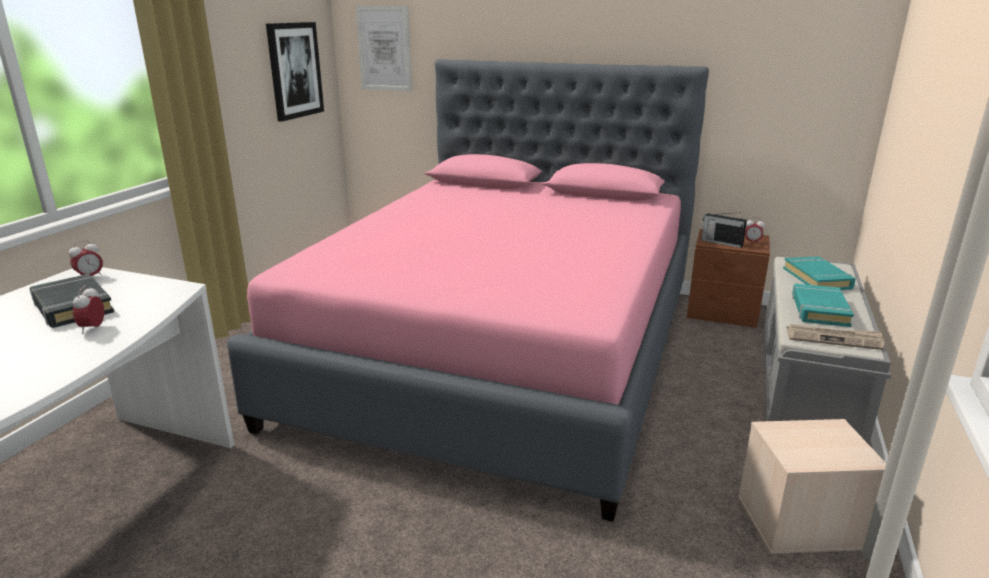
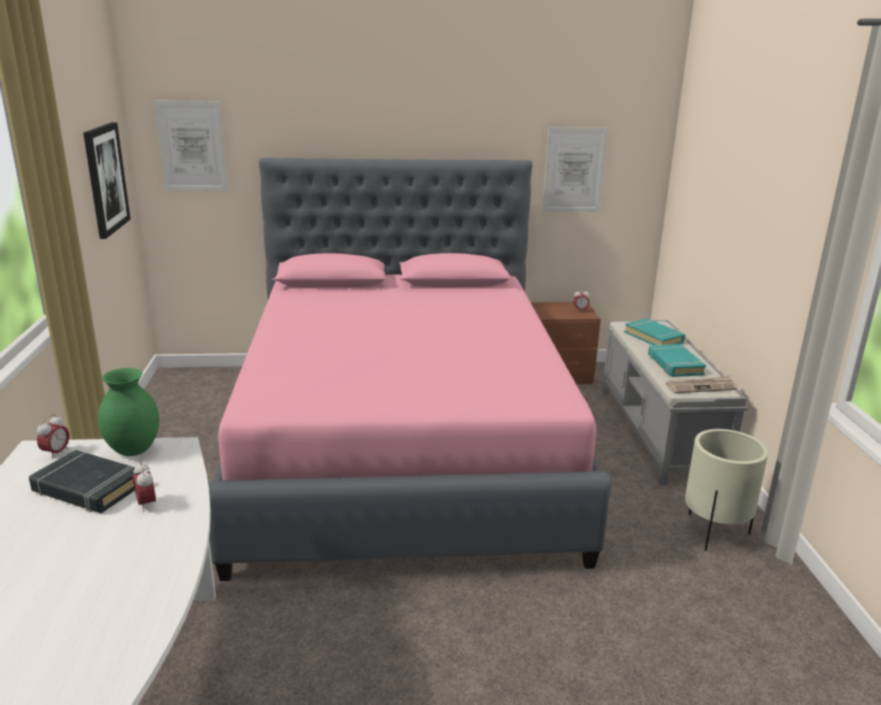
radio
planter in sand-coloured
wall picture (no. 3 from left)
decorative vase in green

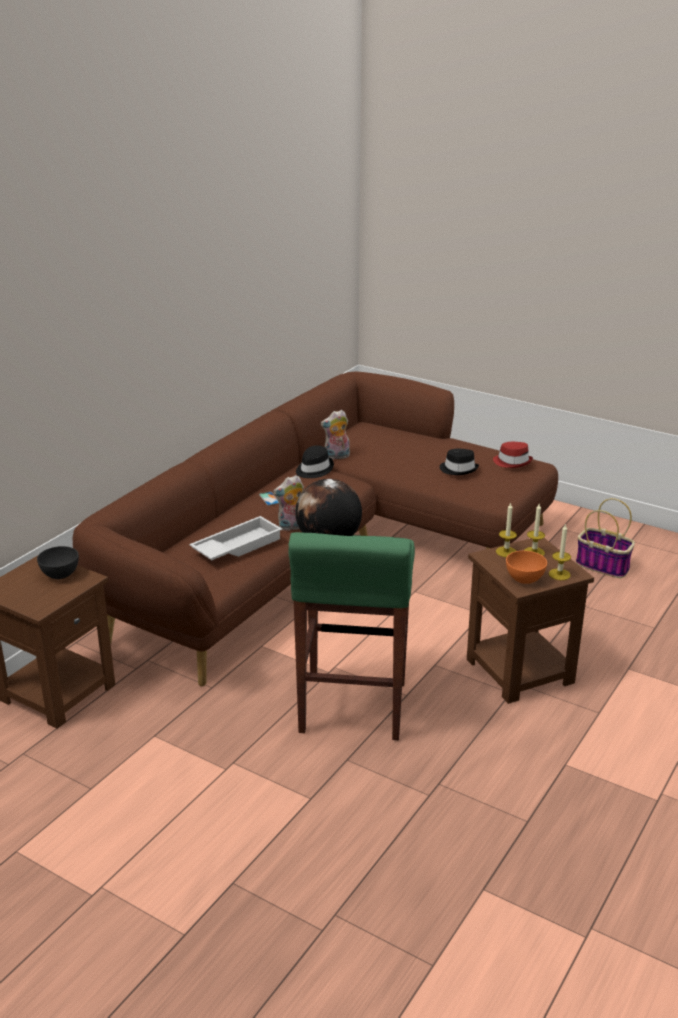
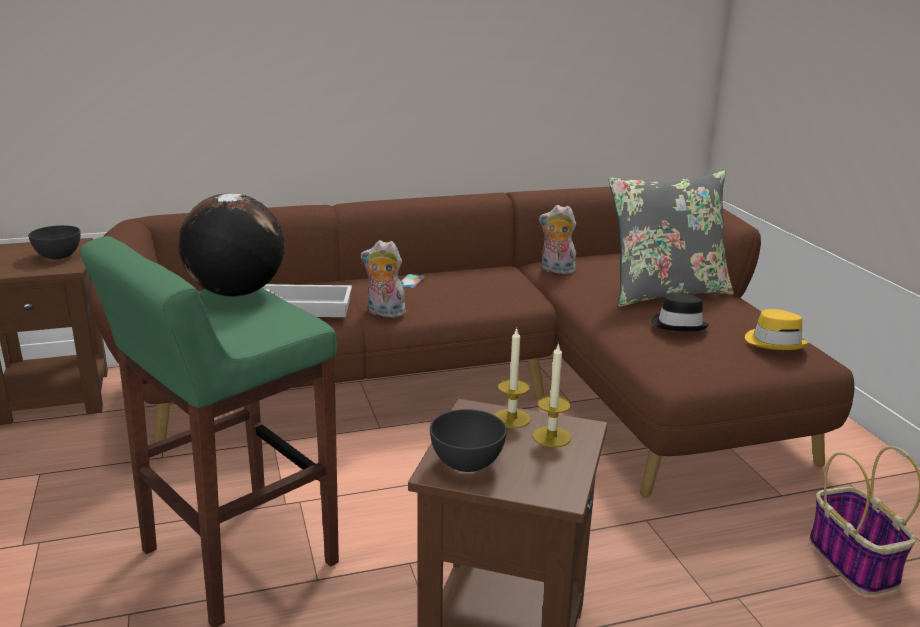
clothing hat in yellow
clothing hat in blackish (no. 1 from left in the first image)
wax light (no. 3 from left in the first image)
bowl in grey (no. 2 from left)
throw pillow in grey

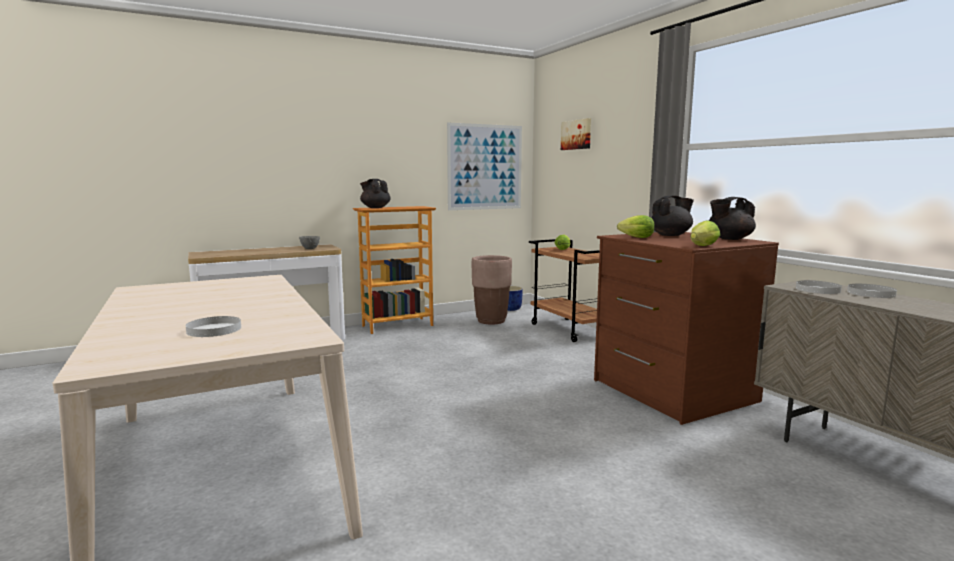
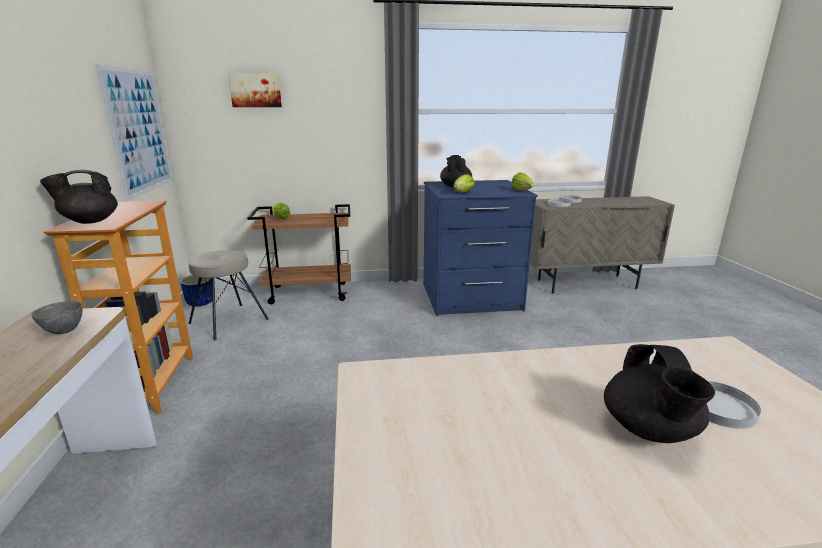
teapot in blackish (no. 3 from left)
chest of drawers in blue
stool seat in sand-coloured

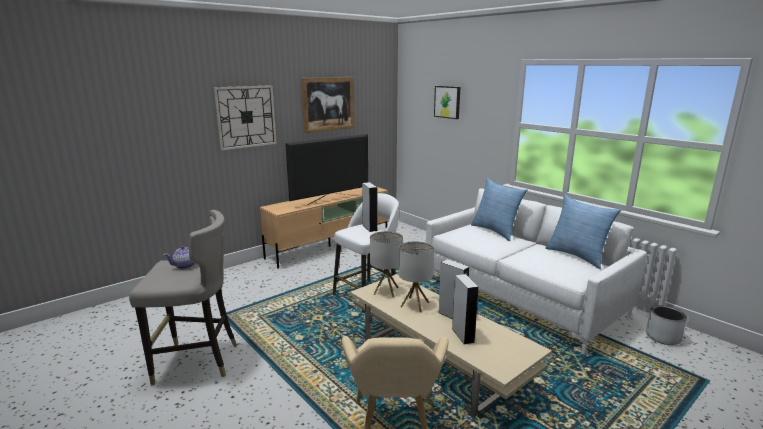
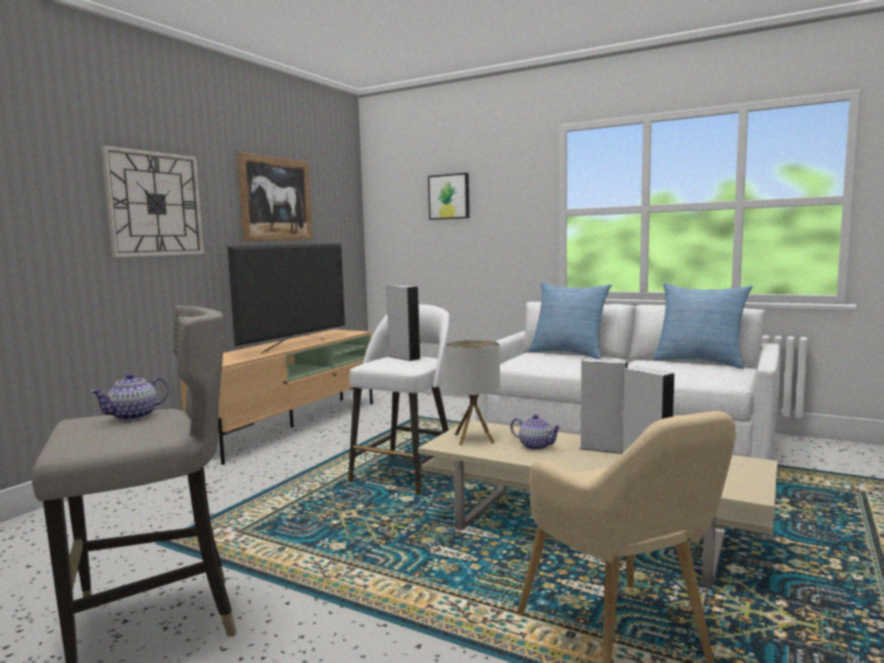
teapot (no. 2 from left)
planter in grey

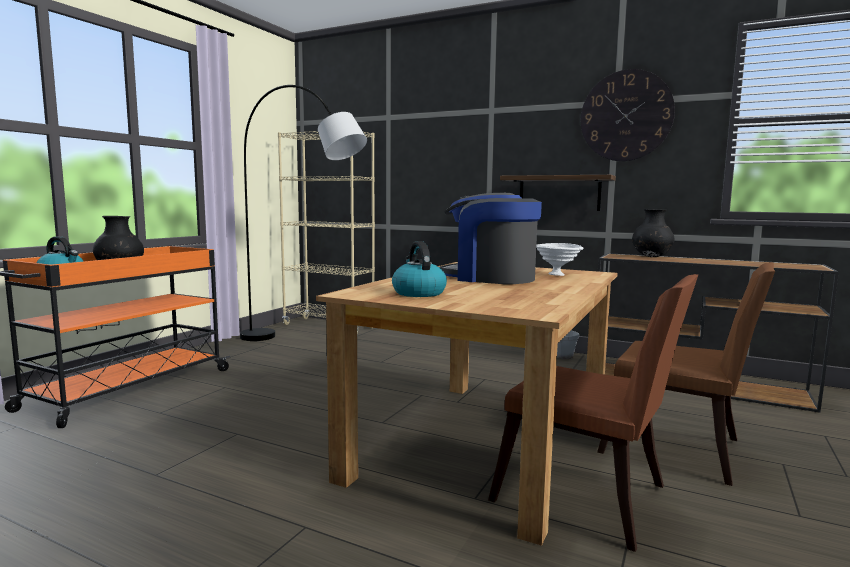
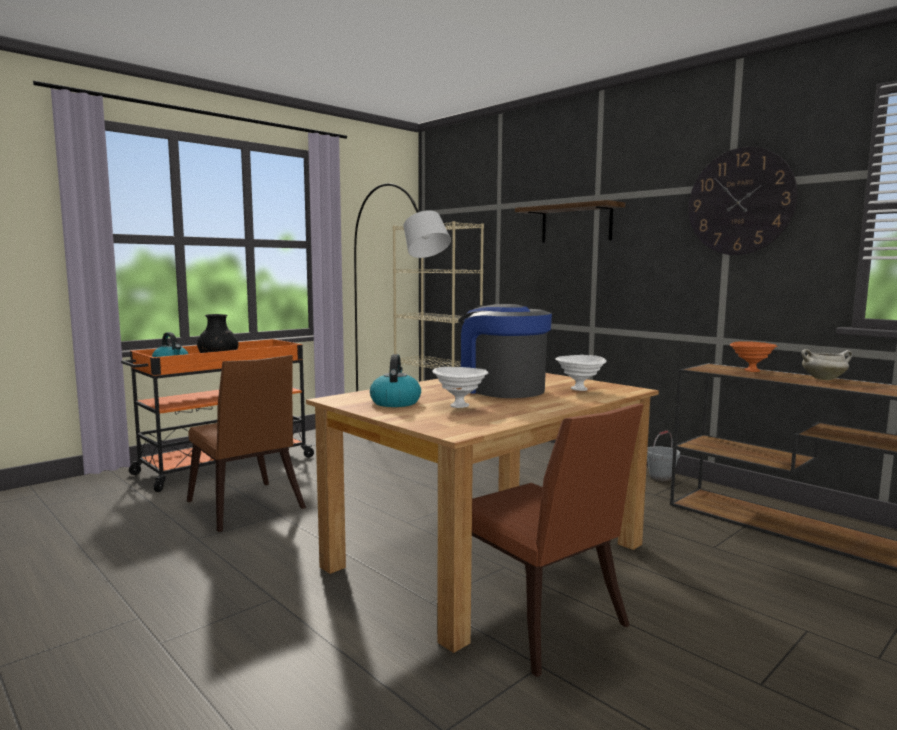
bracket shelf
bowl in orange
chair in brownish (no. 1 from left)
cooking pot in whitish
bowl in whitish (no. 1 from left)

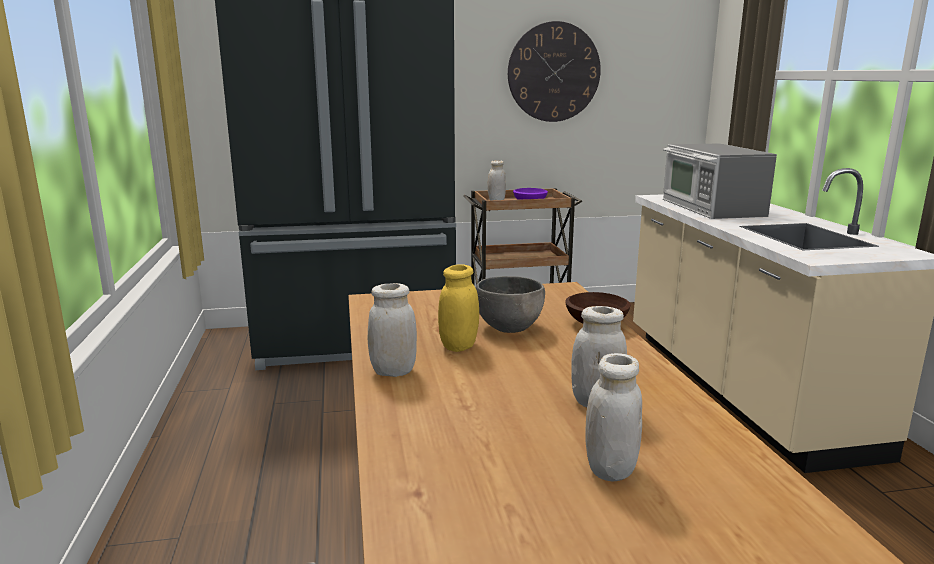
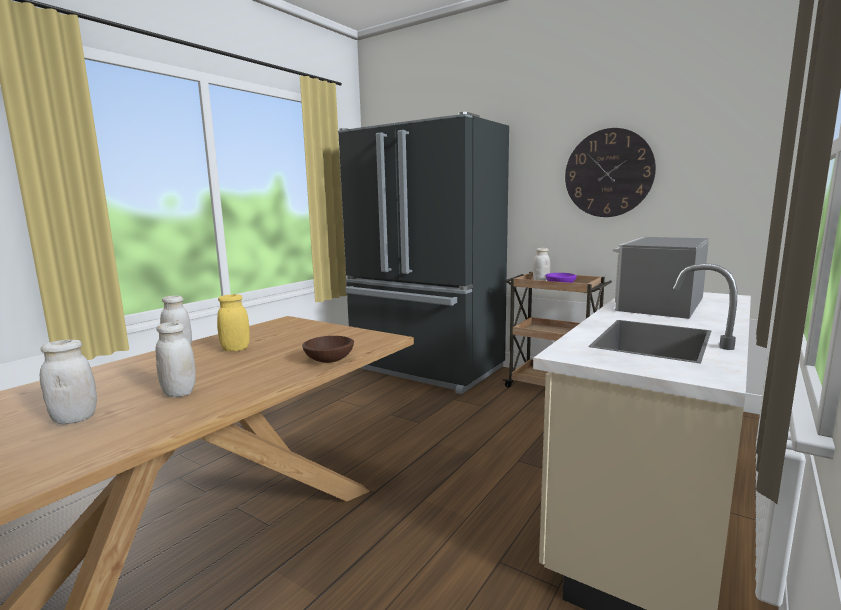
bowl in grey

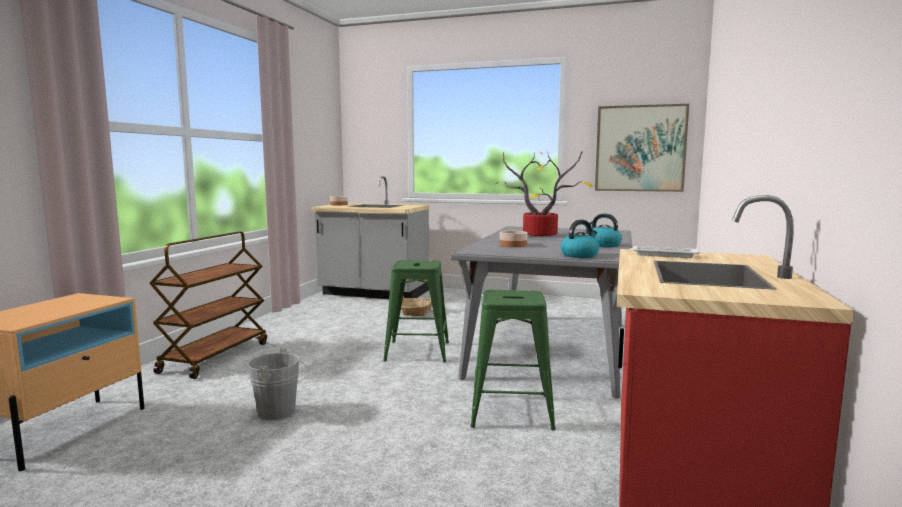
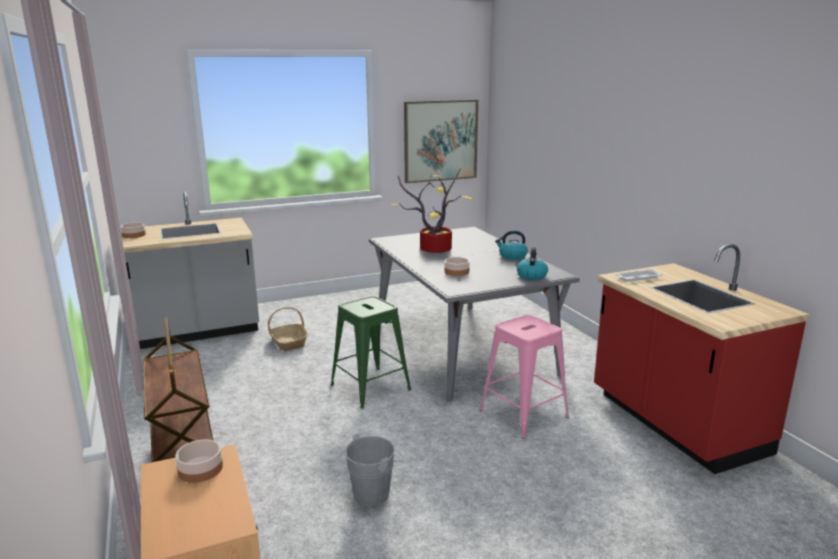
stool seat in pink-coloured
bowl (no. 2 from left)

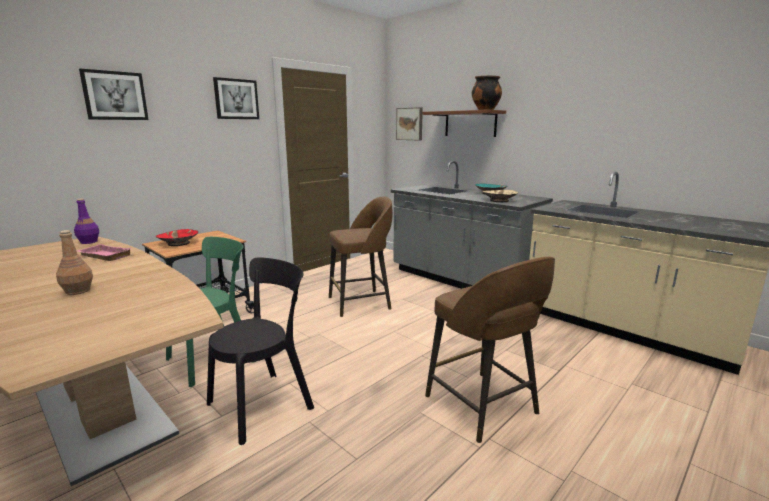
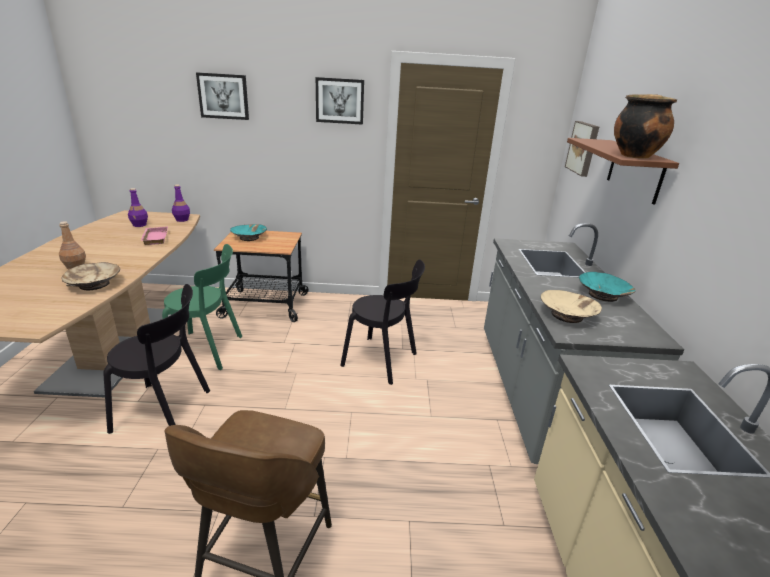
chair in blackish (no. 2 from left)
bowl in turquoise (no. 1 from left)
bottle in purple-coloured (no. 1 from left)
bowl in sand-coloured (no. 1 from left)

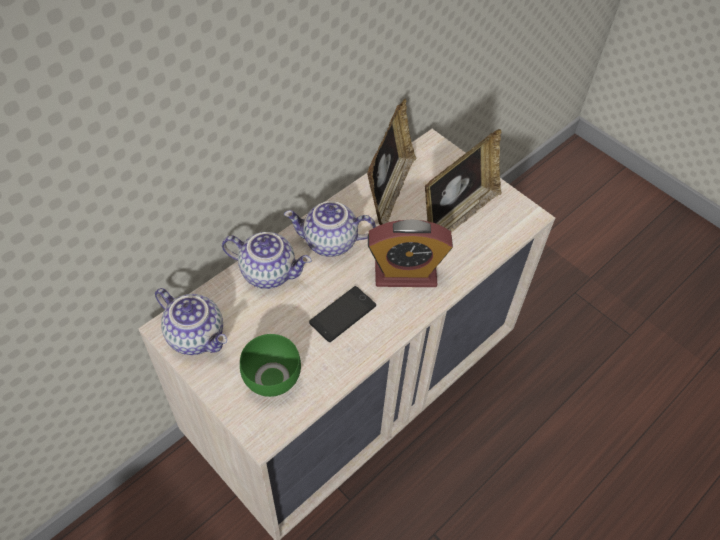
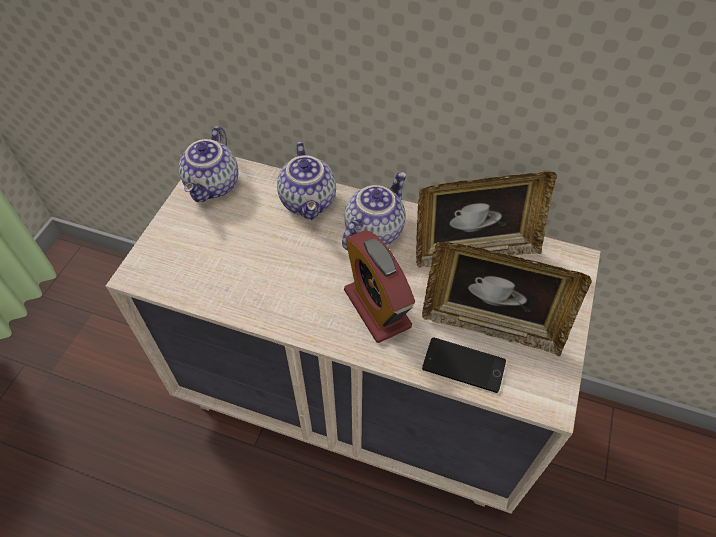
teapot (no. 3 from left)
handset
bowl in green

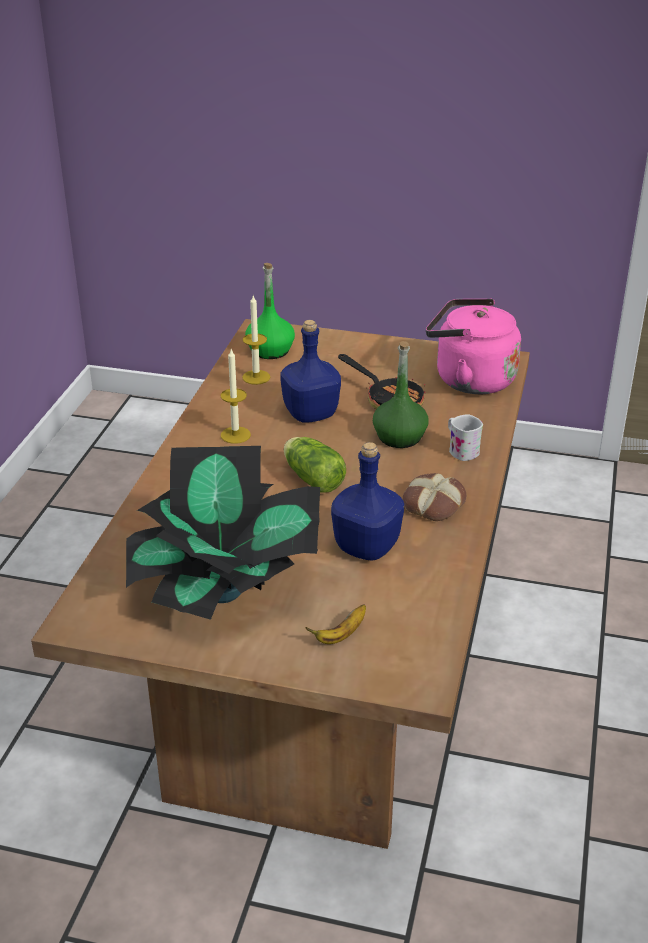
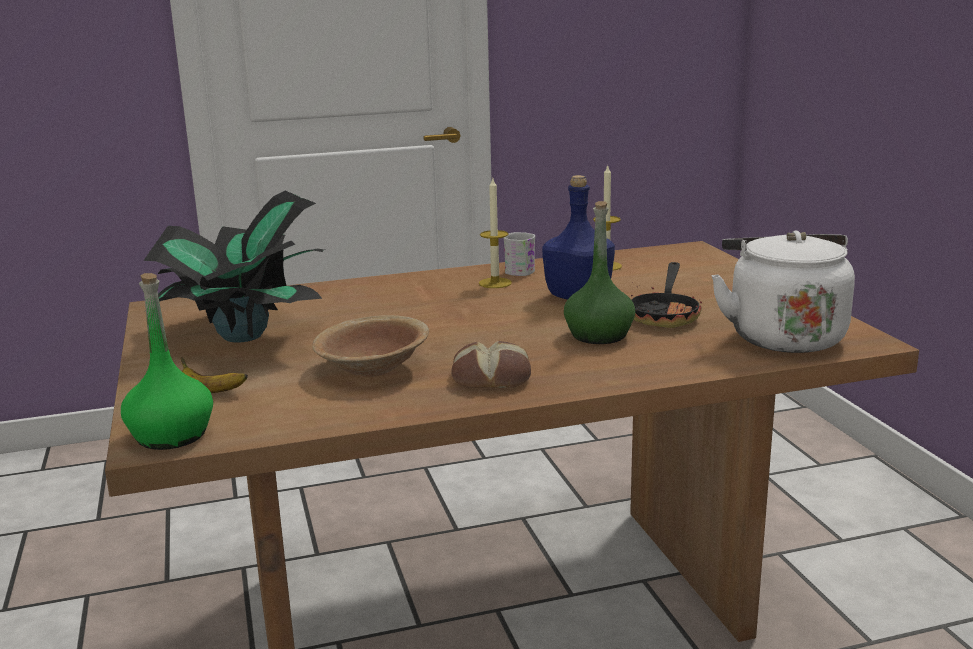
bottle in green (no. 1 from left)
tea kettle in whitish
coffee mug in whitish
head of lettuce
bowl in brownish

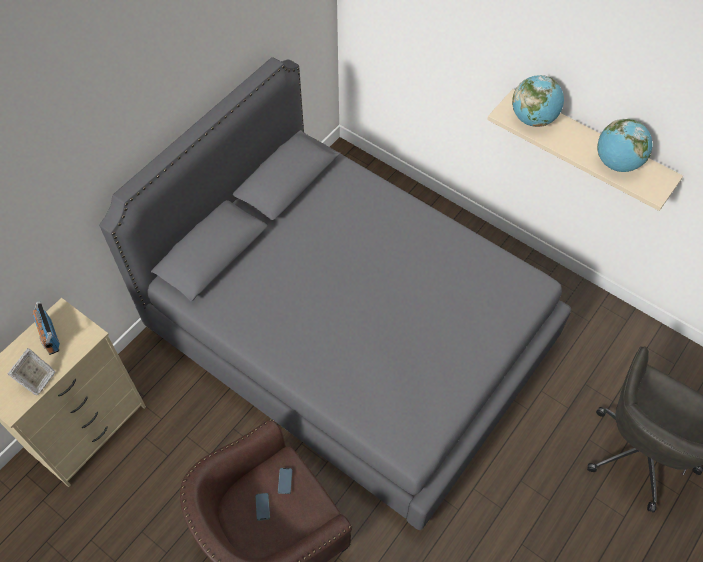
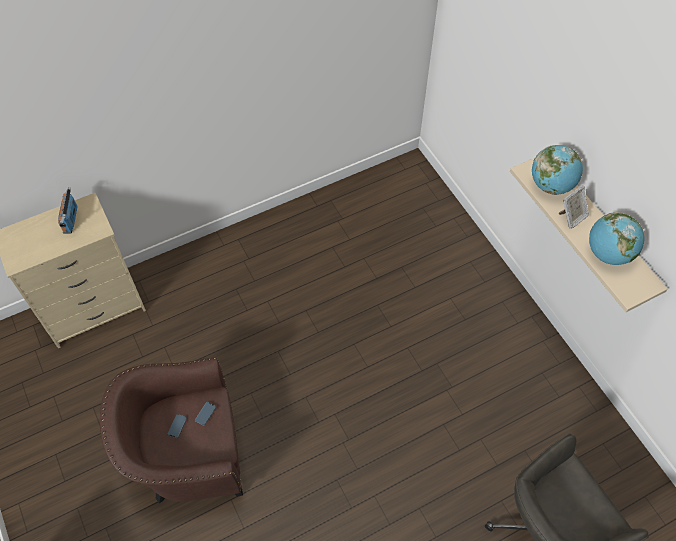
bed in grey
photo frame

